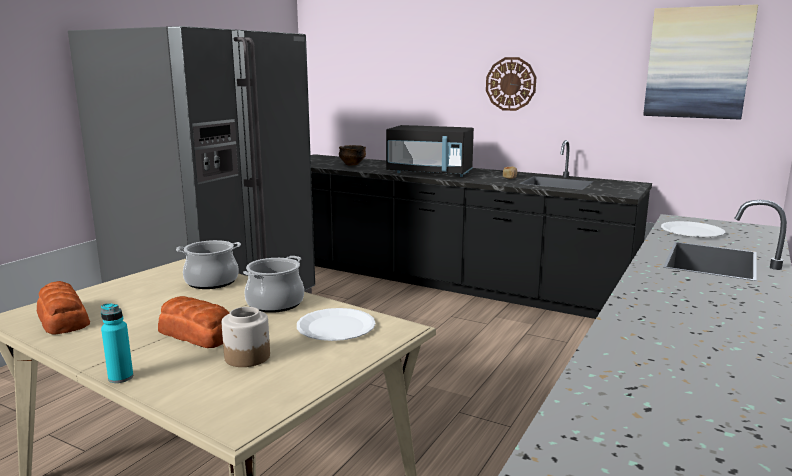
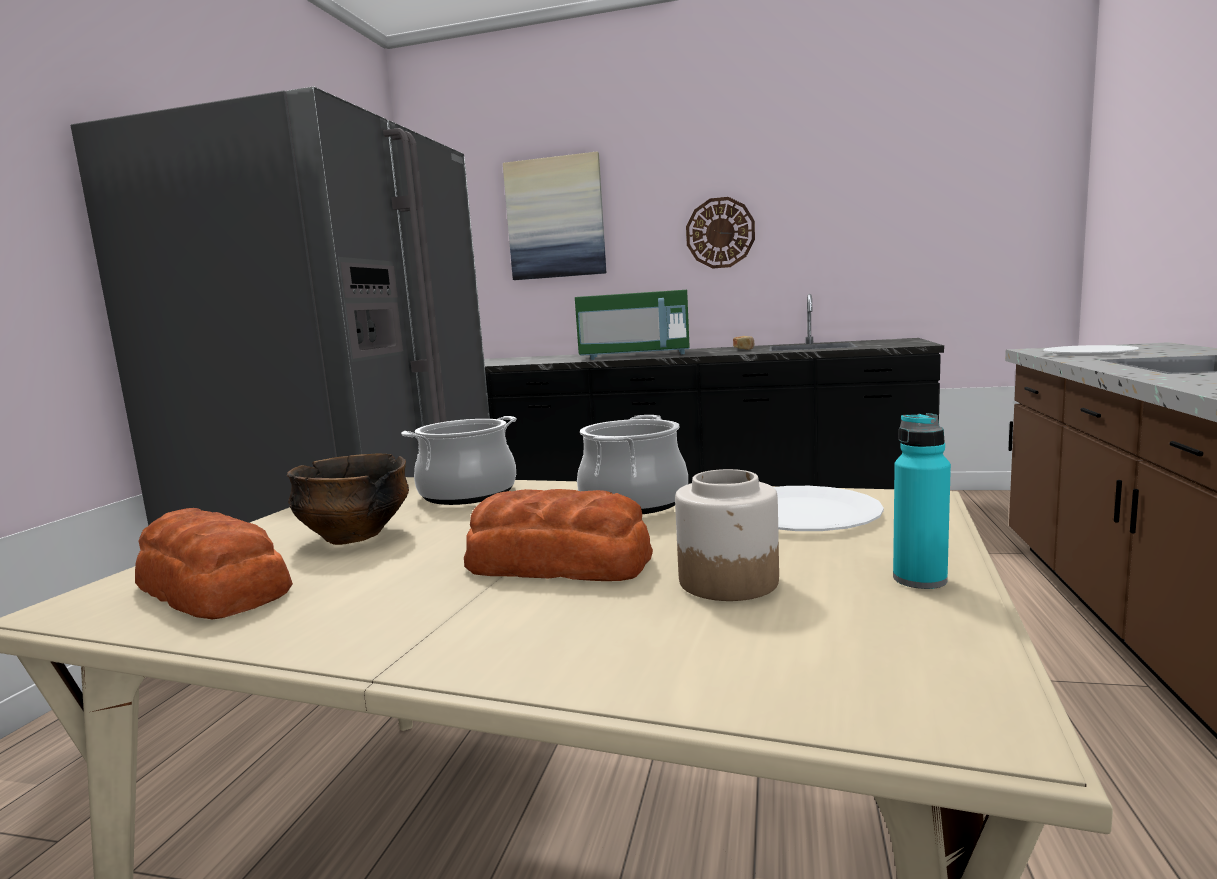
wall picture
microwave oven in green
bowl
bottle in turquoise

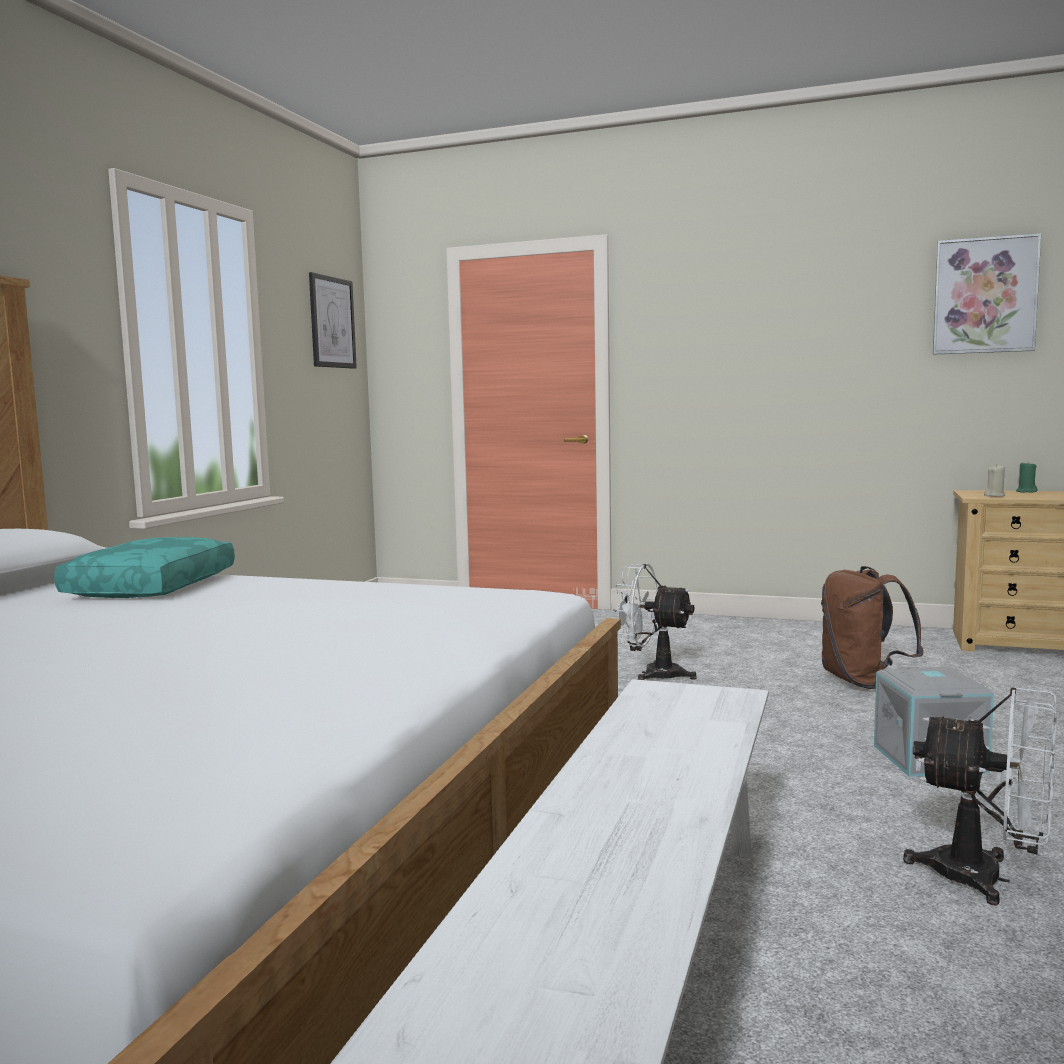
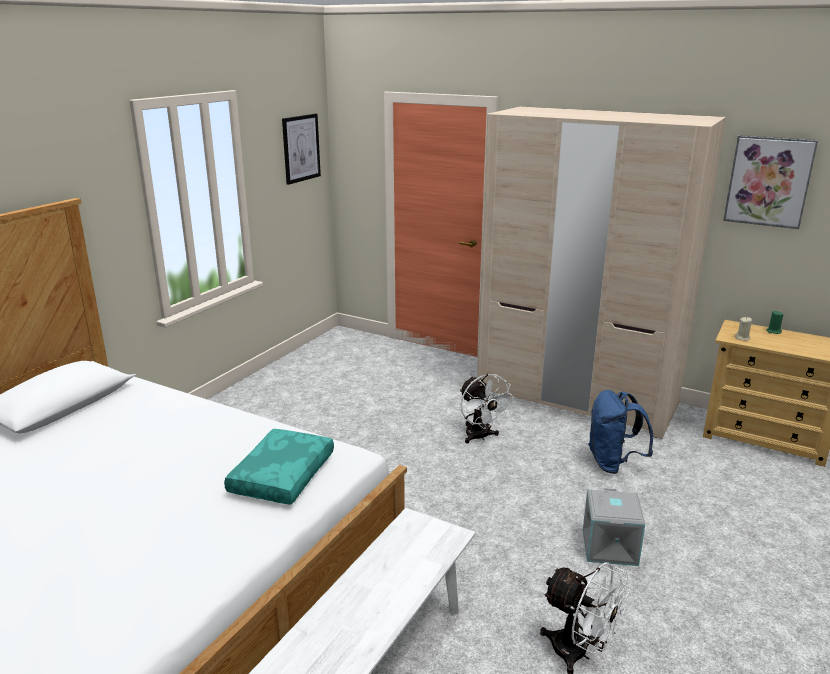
throw pillow in turquoise
fan in whitish (no. 1 from left)
knapsack in blue
wardrobe in sand-coloured

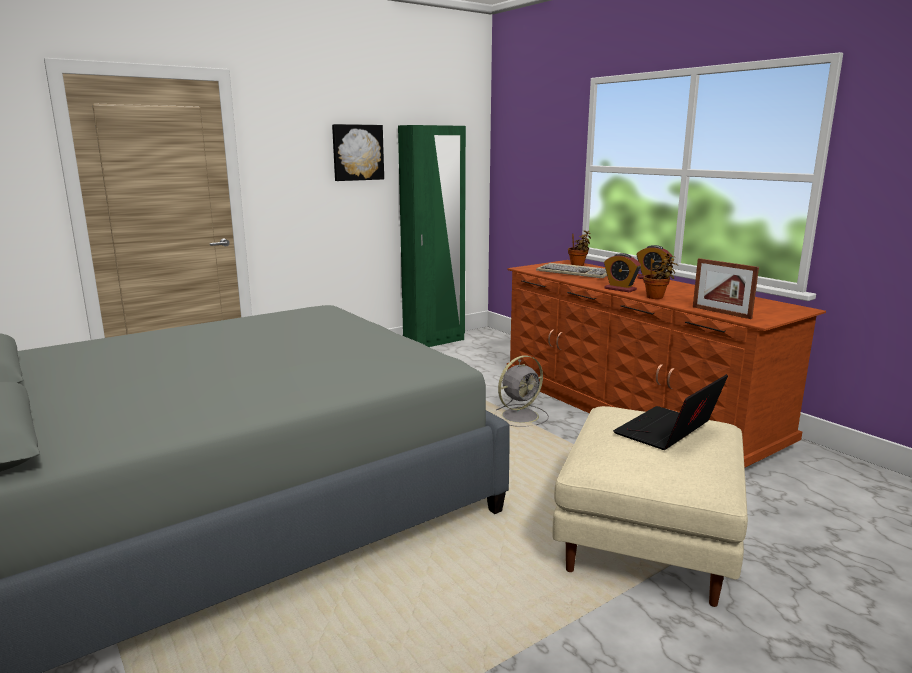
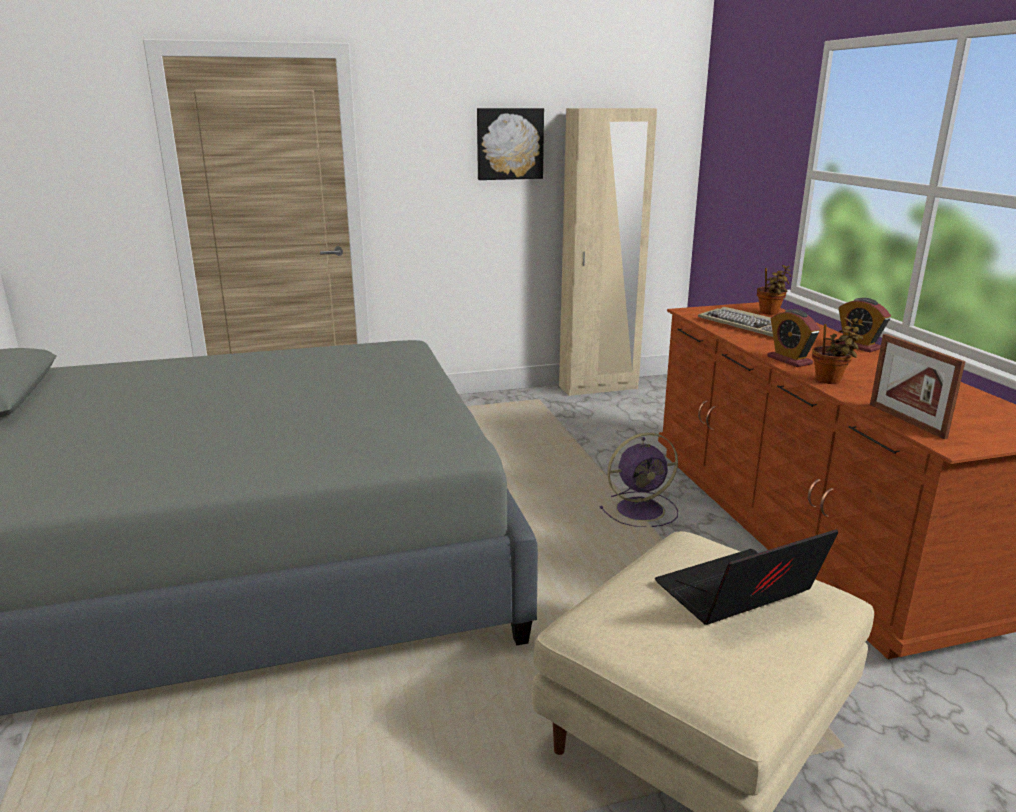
wardrobe in sand-coloured
fan in purple-coloured

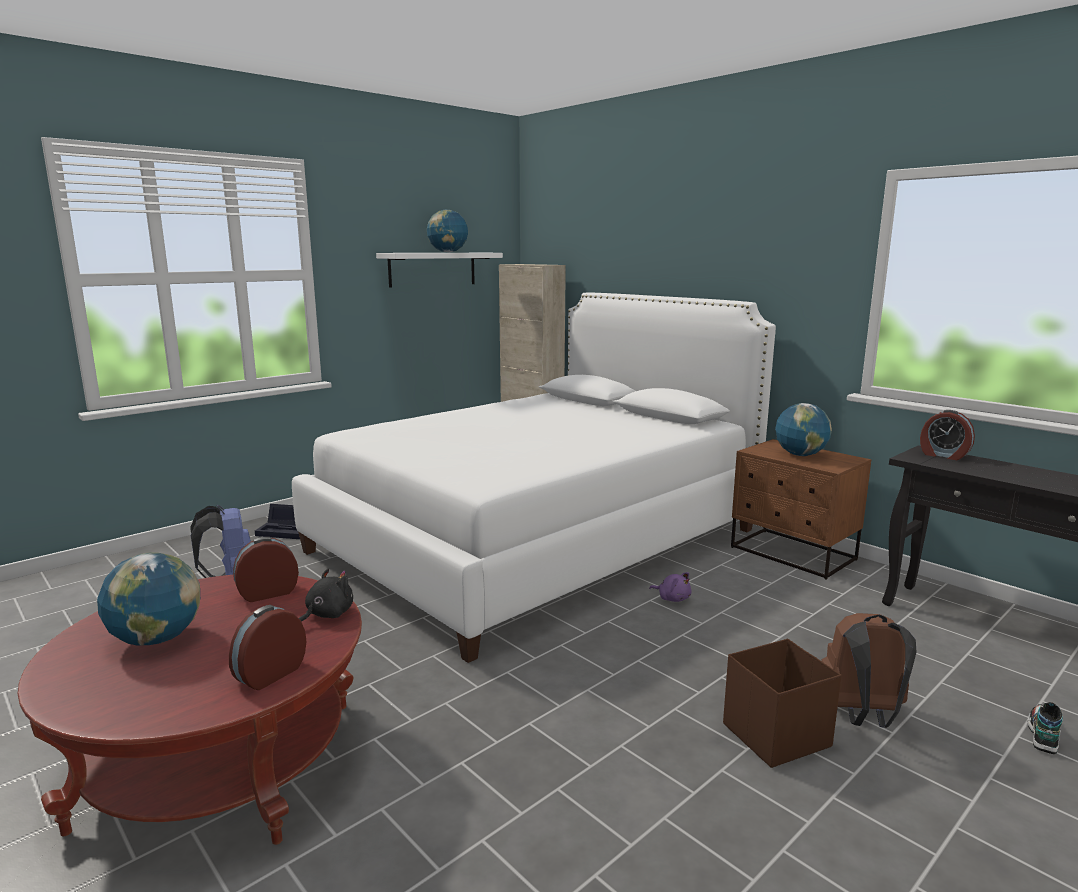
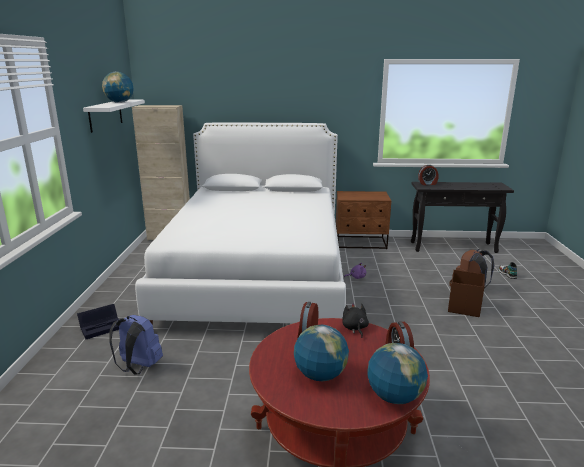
world globe (no. 3 from left)

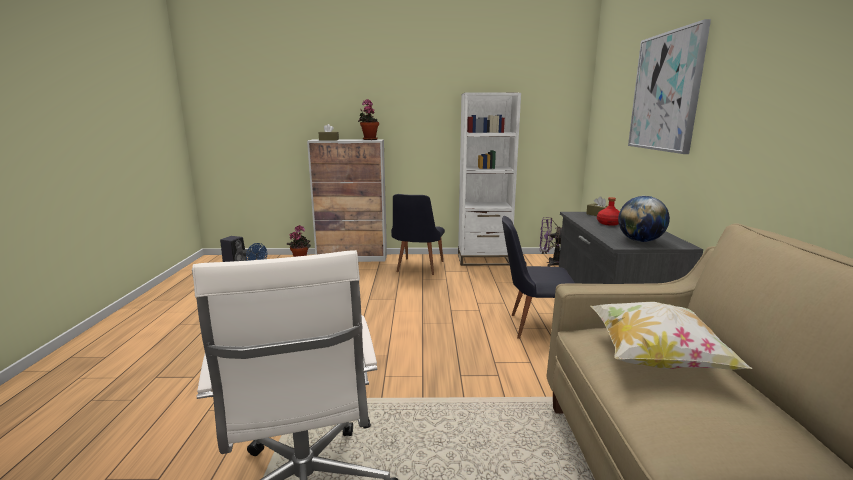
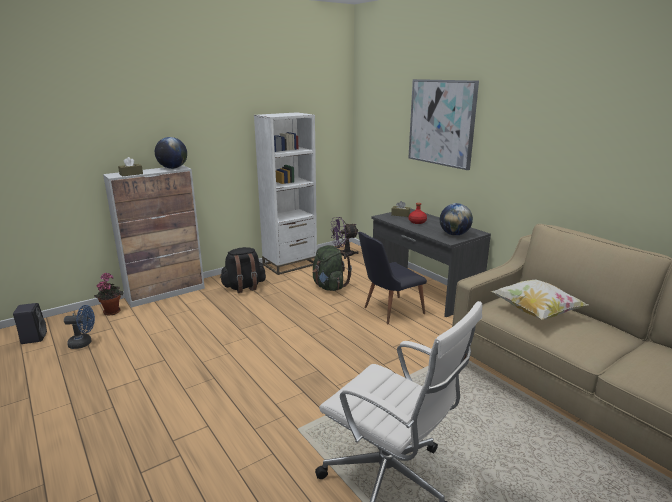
world globe (no. 1 from left)
knapsack in blackish
knapsack in green

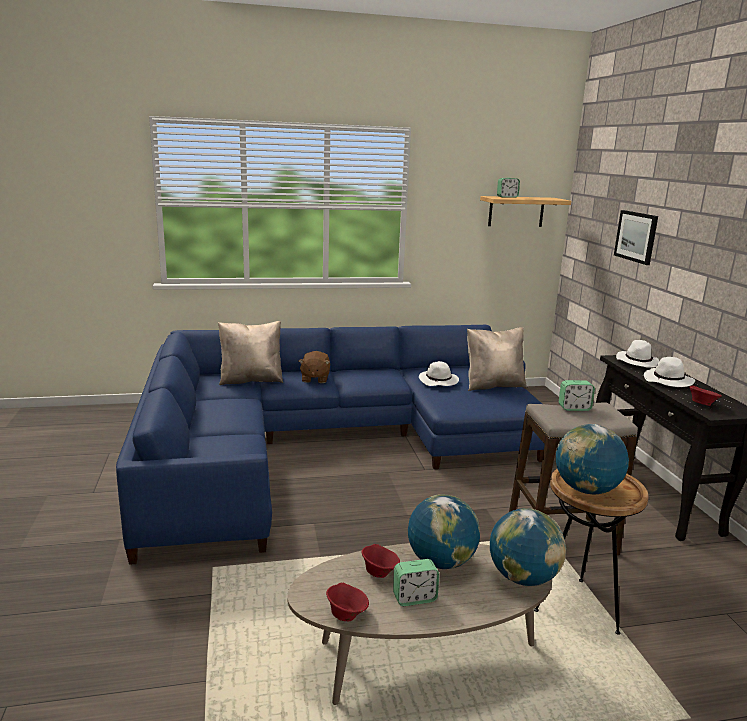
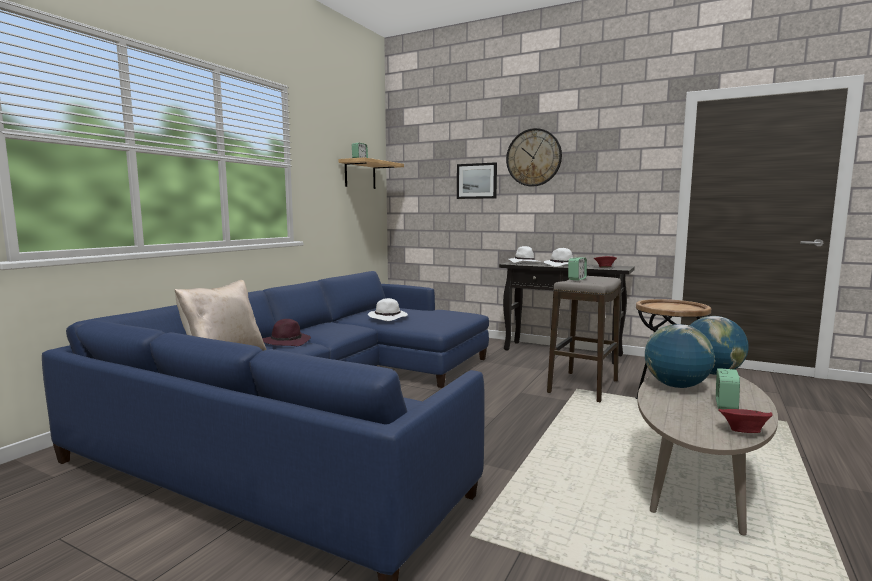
throw pillow in sand-coloured (no. 2 from left in the first image)
clothing hat in purple-coloured
world globe (no. 3 from left in the first image)
bowl in red-coloured (no. 2 from left in the first image)
clock on the wall

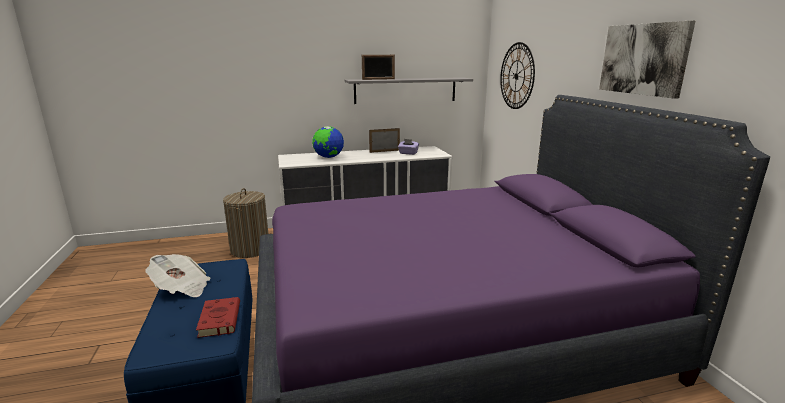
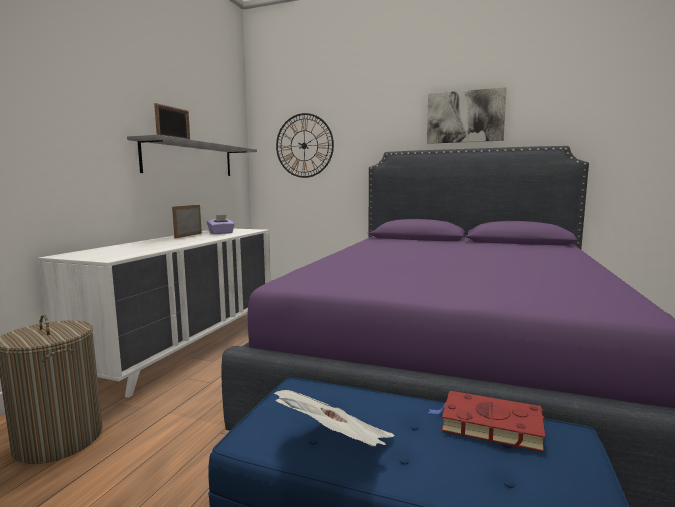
world globe

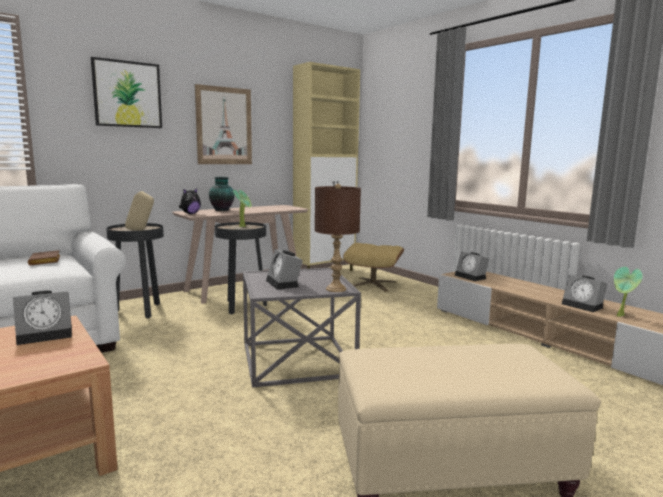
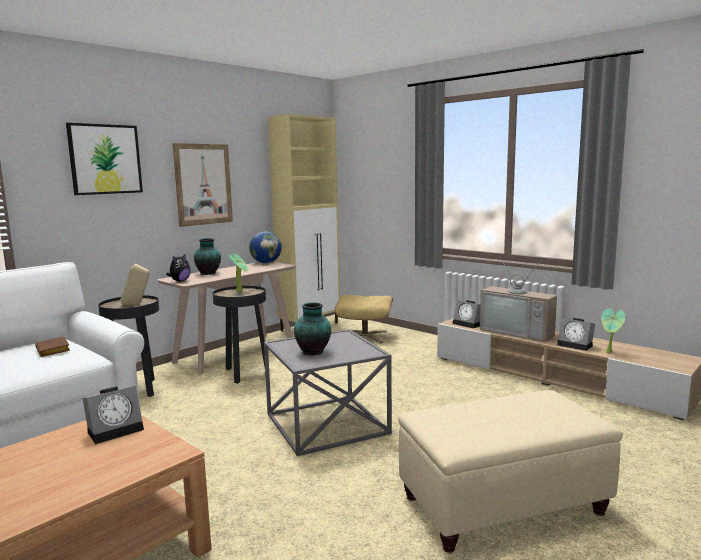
tabletop lamp in brownish
decorative vase (no. 2 from left)
world globe
TV set

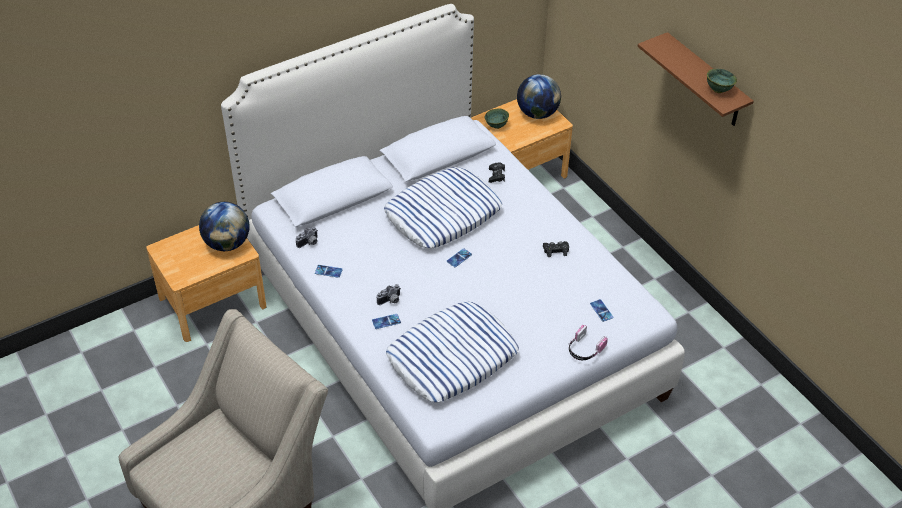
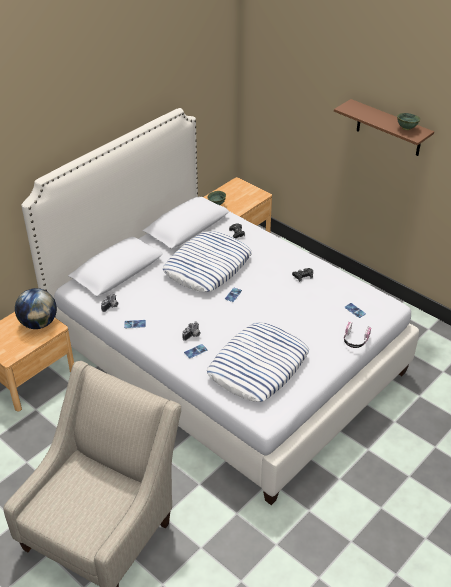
world globe (no. 2 from left in the first image)

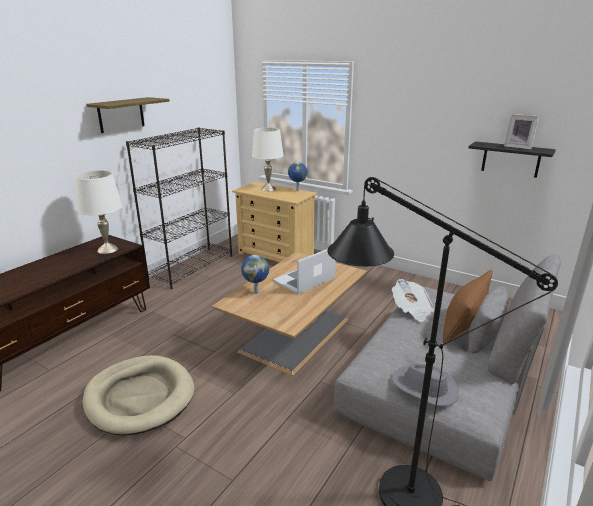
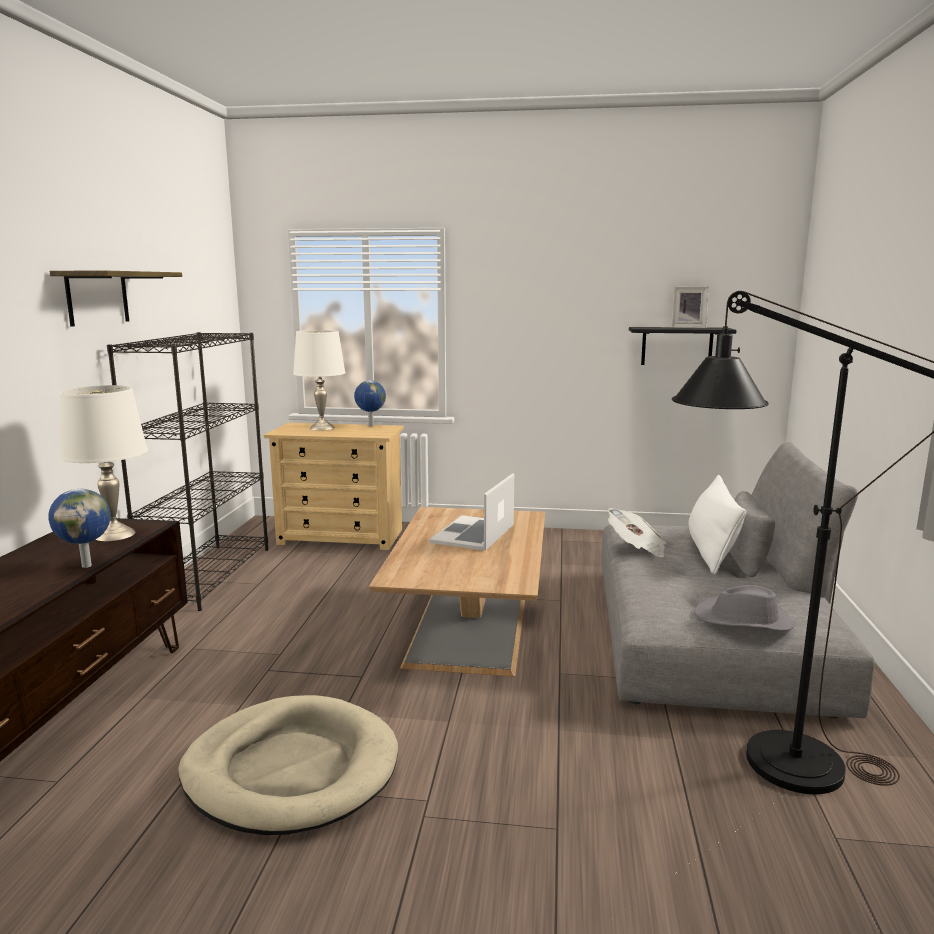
world globe (no. 1 from left)
throw pillow in whitish

